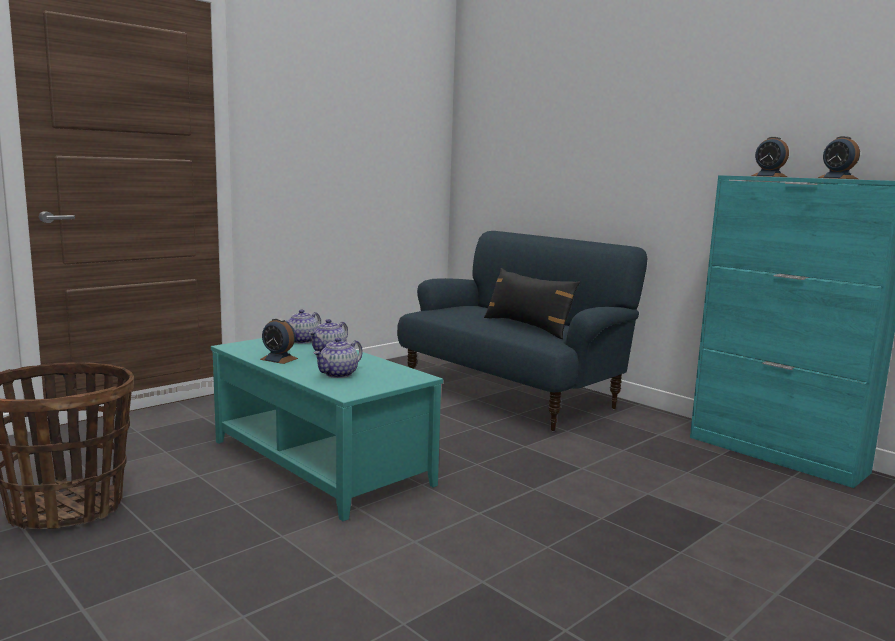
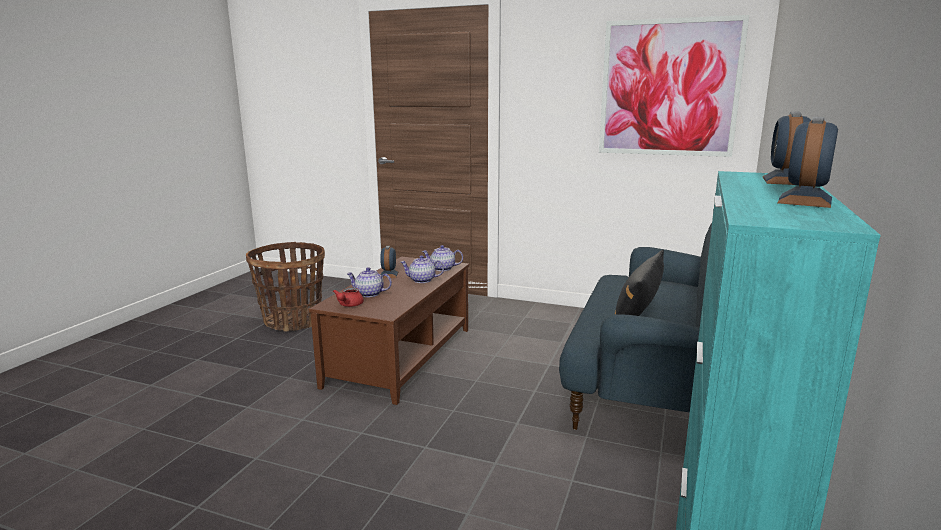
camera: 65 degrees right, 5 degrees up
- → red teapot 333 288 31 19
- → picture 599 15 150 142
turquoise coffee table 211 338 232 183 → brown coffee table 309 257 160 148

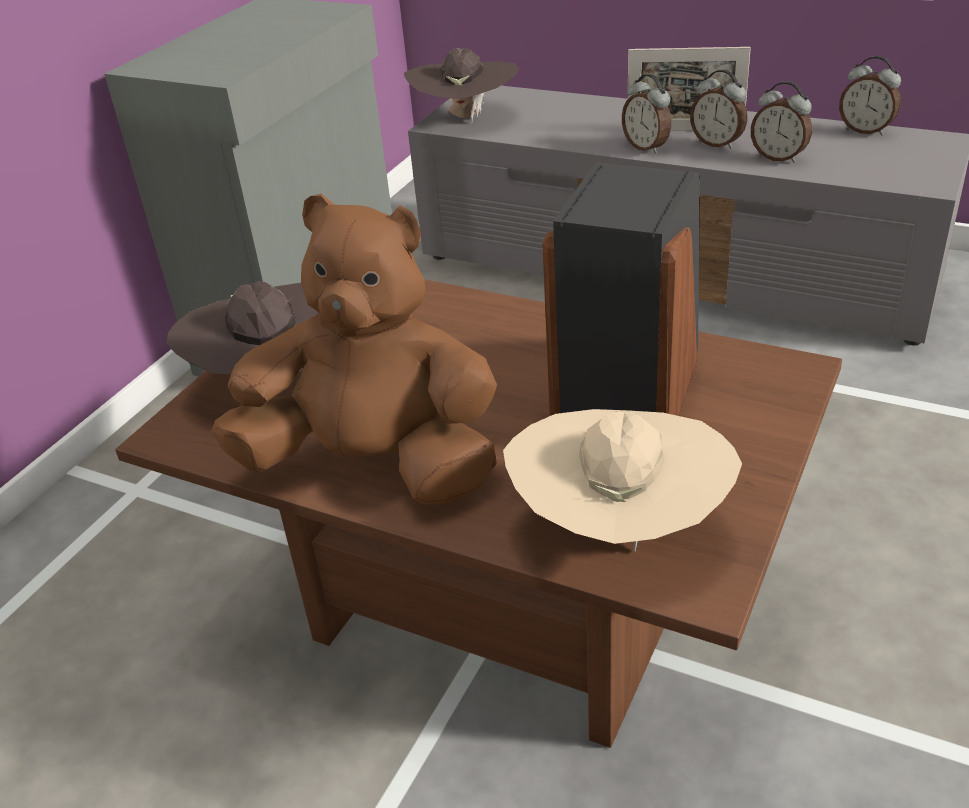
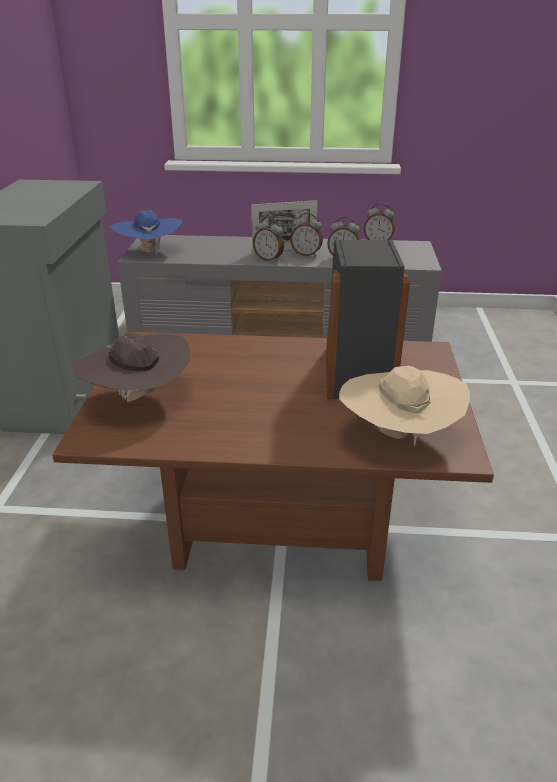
camera: 25 degrees left, 5 degrees down
brown plush toy 211 194 286 311 → -
brown hat 404 48 115 75 → blue hat 111 210 71 45

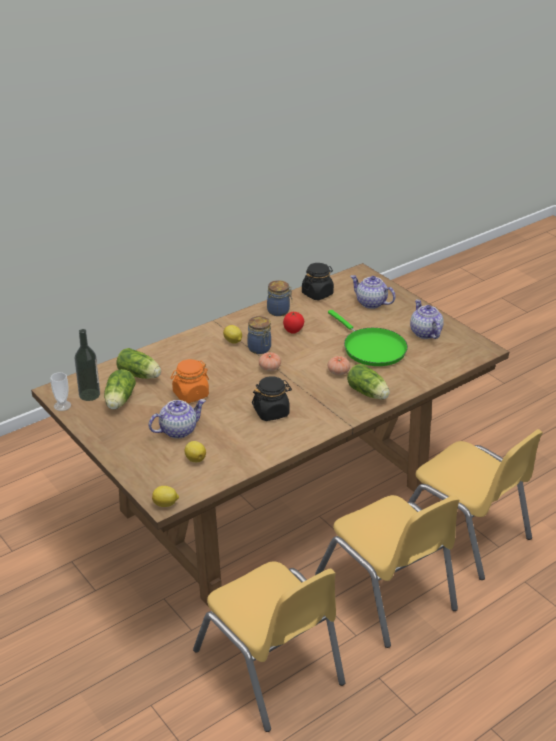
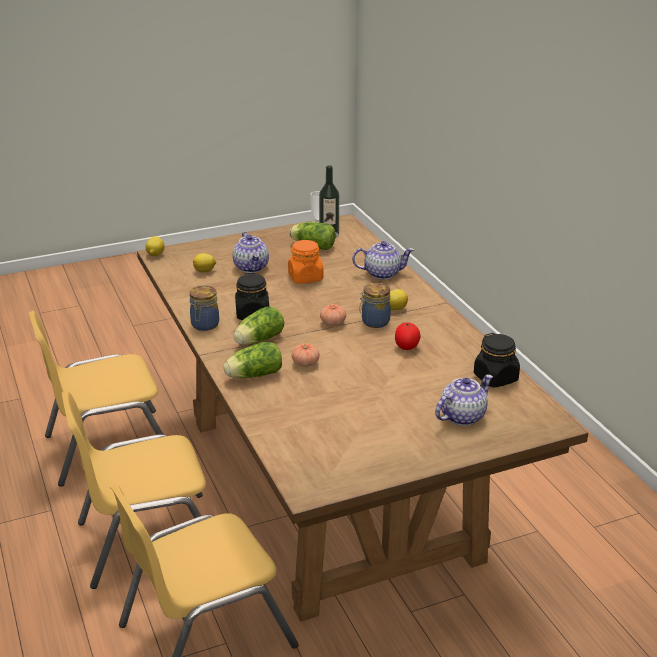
camera: 105 degrees right, 5 degrees down
green frying pan 328 310 80 56 → -
lettuce 116 348 45 31 → lettuce 234 307 50 38, relocated
jar 267 280 25 36 → jar 190 285 29 46, relocated
teapot 410 299 34 40 → teapot 352 241 62 39, relocated

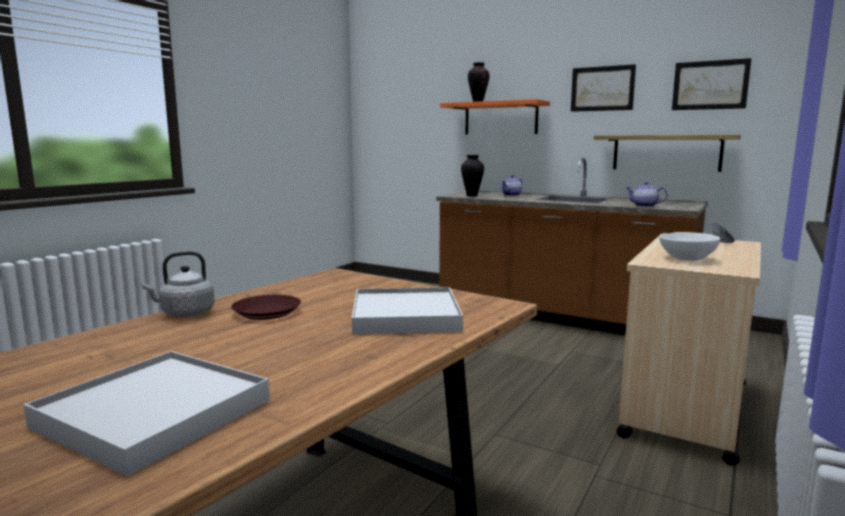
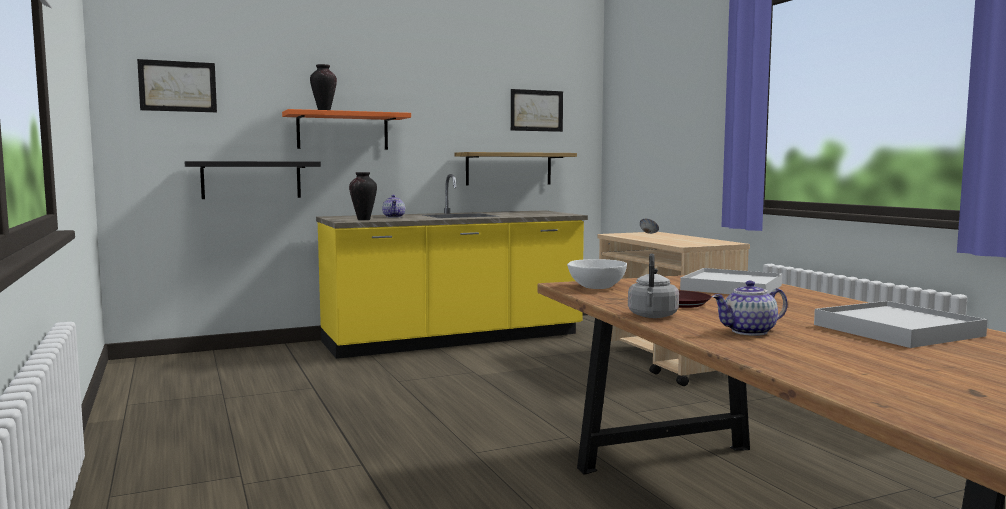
camera: 55 degrees left, 5 degrees down
- → black shelf 185 161 136 38
picture 571 64 65 48 → picture 137 59 80 53, relocated
teapot 627 182 40 25 → teapot 712 281 76 55, relocated
white bowl 659 232 61 29 → white bowl 567 259 60 30, relocated
brown counter 436 158 272 178 → yellow counter 316 174 272 185

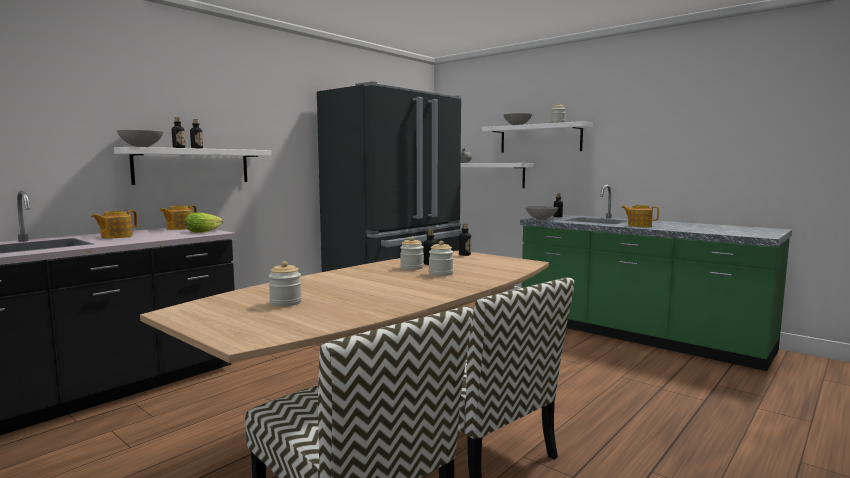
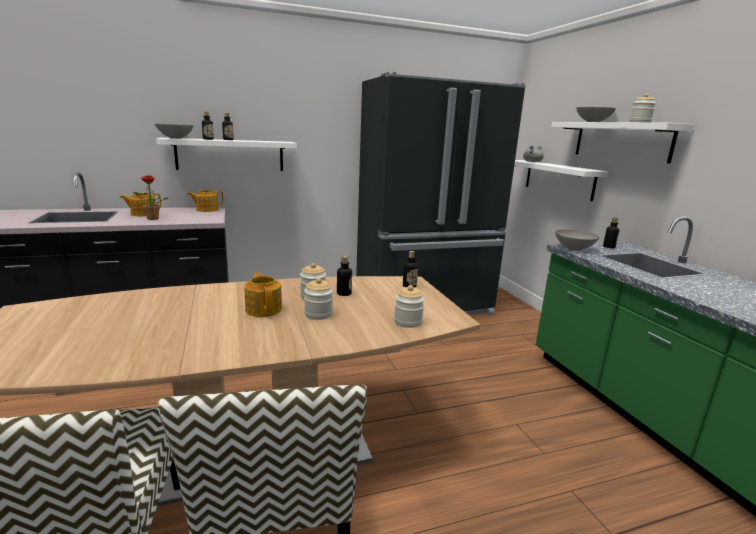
camera: 30 degrees right, 10 degrees up
lettuce 185 212 38 21 → -
- → potted plant 133 175 35 45
jar 268 261 34 46 → jar 394 285 31 43, relocated
teapot 621 205 38 22 → teapot 244 272 38 45, relocated

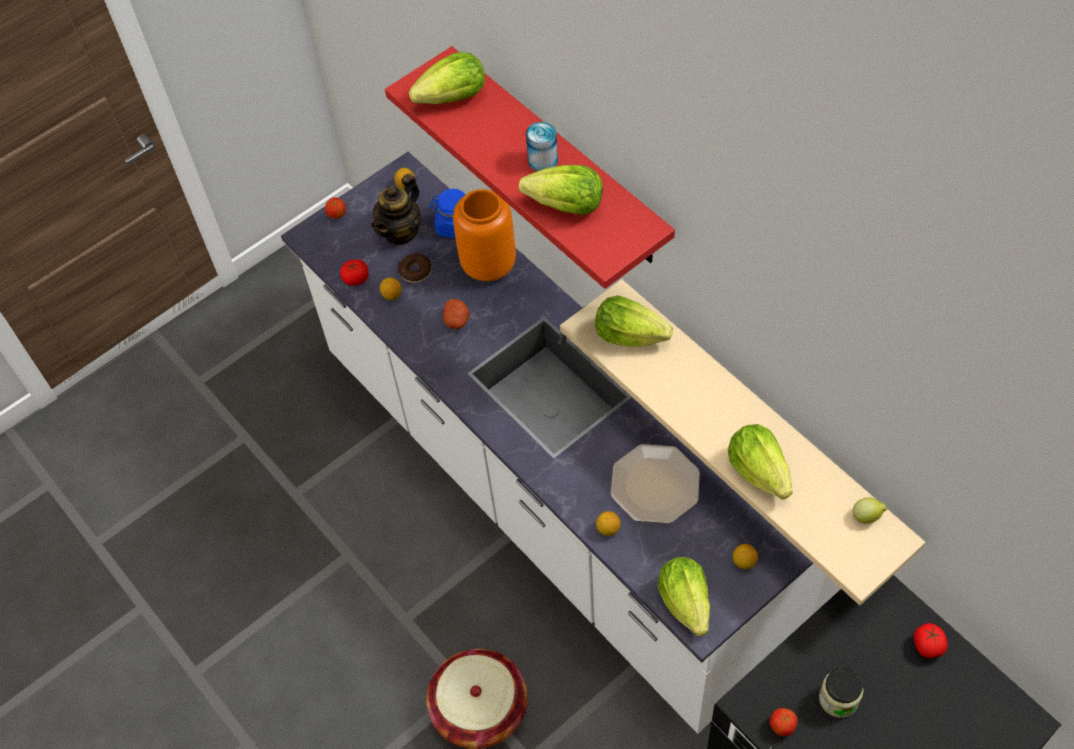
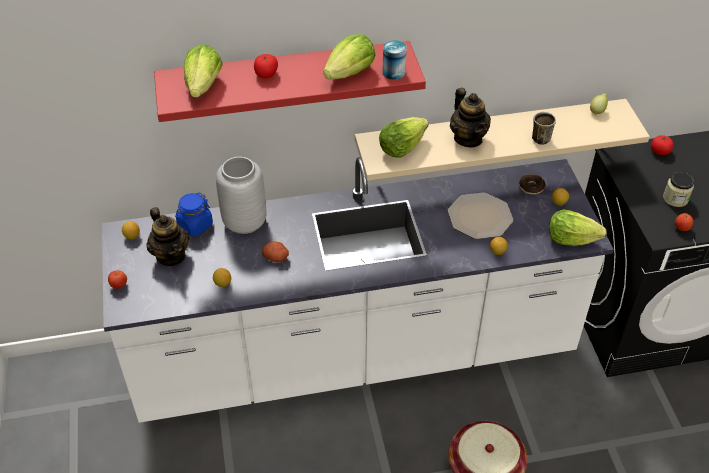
camera: 65 degrees left, 10 degrees down
- → teapot 450 88 41 60
tomato 340 259 29 27 → tomato 254 54 24 25, relocated
donut 398 254 34 29 → donut 519 174 26 21, relocated
can 526 122 32 49 → can 382 40 25 40, relocated
lettuce 728 424 65 75 → mug 532 112 24 33
orange vase 453 189 63 92 → grey vase 216 156 51 78

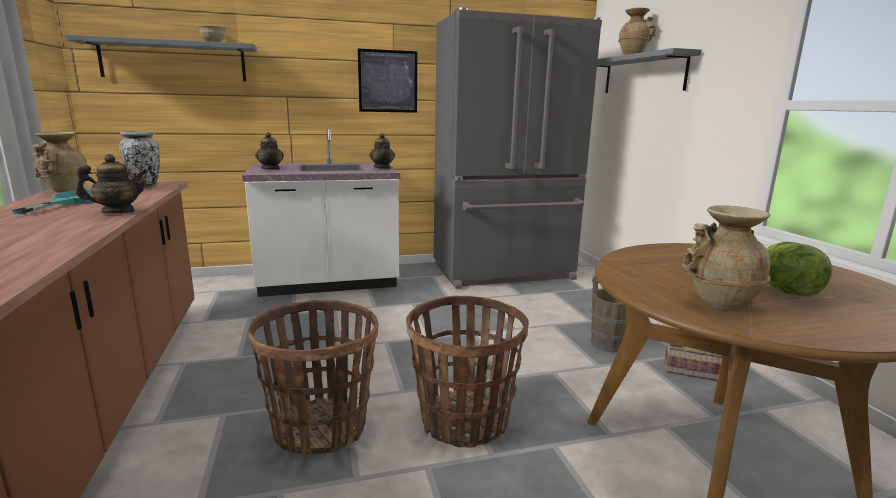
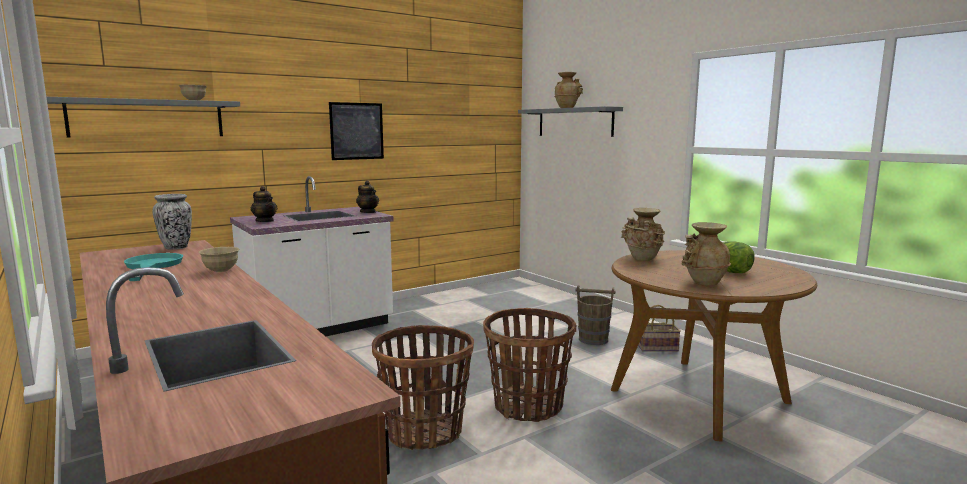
camera: 20 degrees left, 5 degrees down
grey fridge 434 7 168 282 → -
beige vase 32 132 55 61 → beige vase 621 208 44 53, relocated
teapot 76 154 72 60 → beige bowl 199 247 41 25

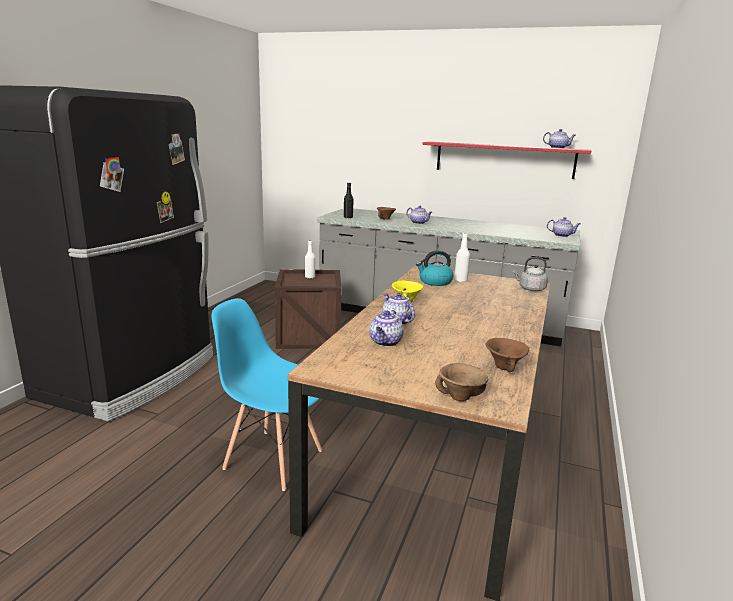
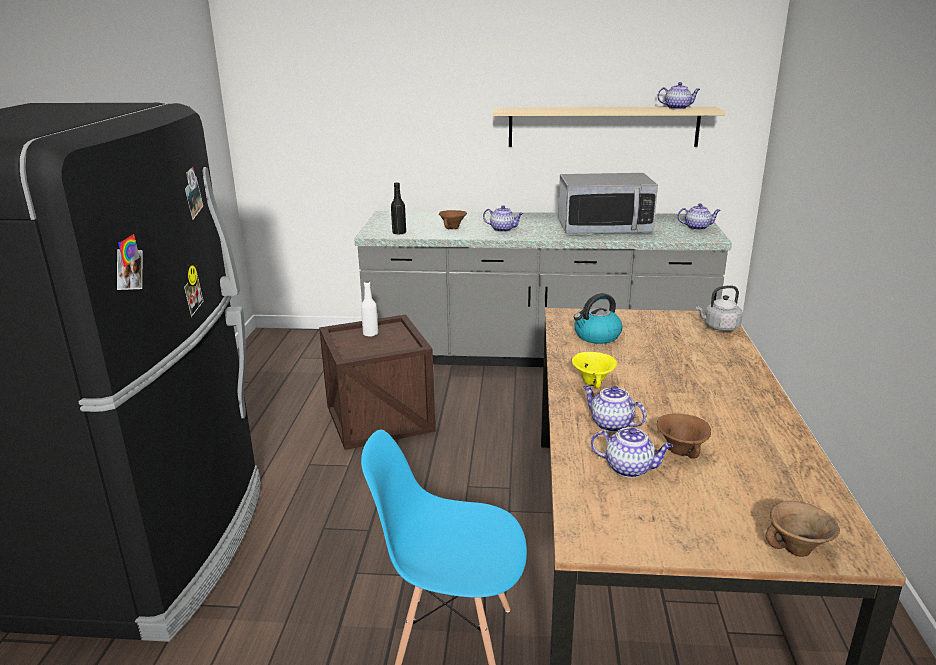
camera: 15 degrees left, 5 degrees up
white bottle 454 233 16 49 → -
- → microwave 558 173 100 61
brown bowl 485 338 44 34 → brown bowl 657 414 54 45, relocated
red shelf 422 142 169 37 → beige shelf 493 107 233 40
teapot 369 310 35 37 → teapot 591 427 82 51, 75 degrees counterclockwise

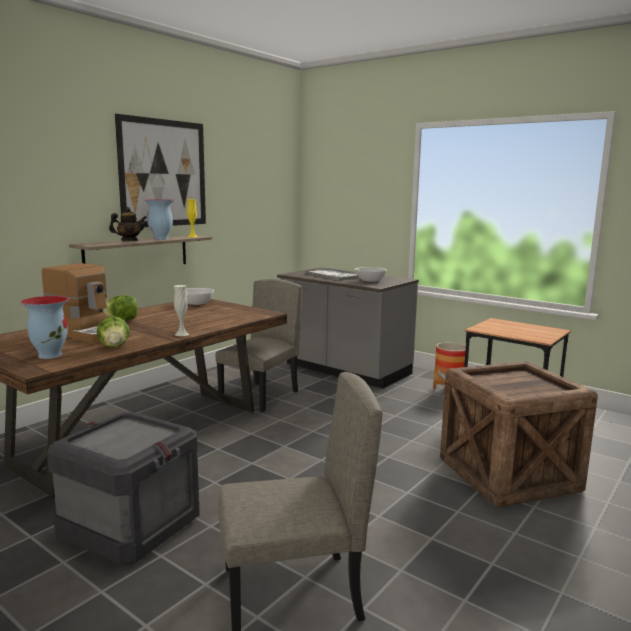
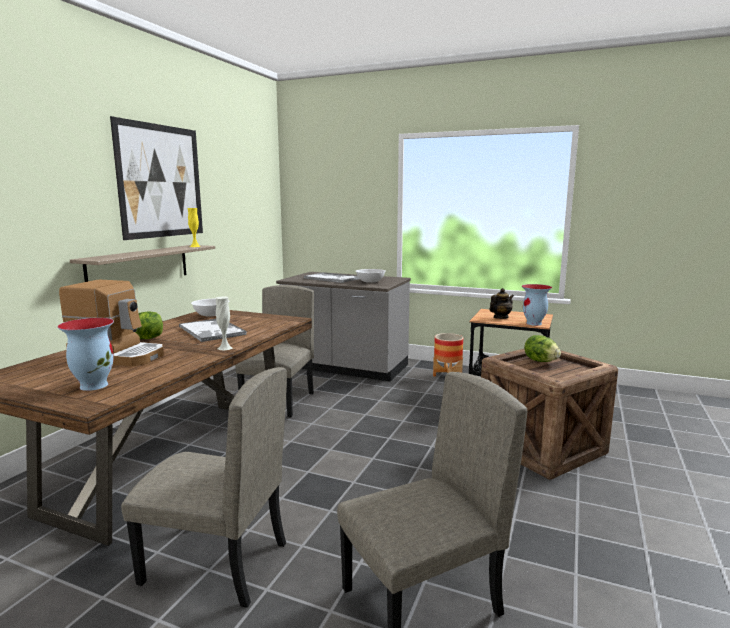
camera: 15 degrees left, 0 degrees up
- → tray 179 319 67 23
lettuce 97 316 33 32 → lettuce 524 335 37 27, relocated
teapot 109 207 38 34 → teapot 490 288 24 31, relocated
vase 144 199 30 41 → vase 522 284 30 42, relocated
crate 47 412 153 154 → beige chair 121 367 166 241

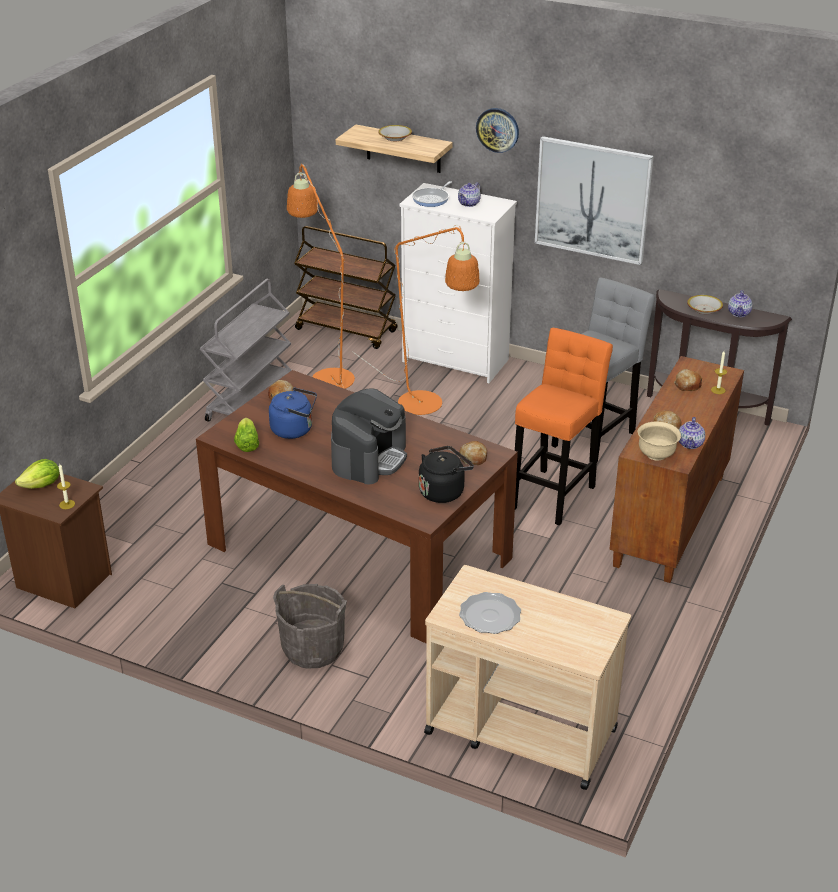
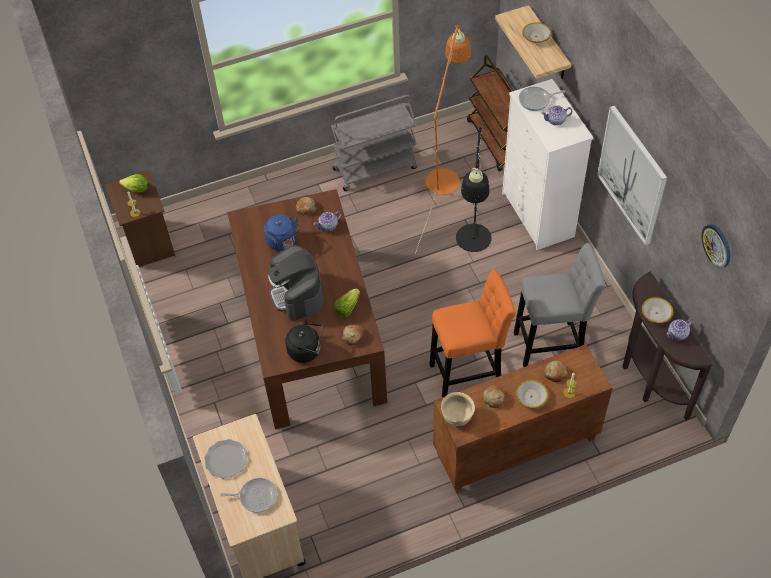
camera: 45 degrees right, 20 degrees up
grey bucket 273 584 74 85 → -
- → frying pan 220 478 57 35
- → bowl 516 380 33 28
lettuce 234 418 25 34 → lettuce 334 289 26 28, relocated
wall clock 476 108 43 45 → wall clock 701 224 29 44, relocated
teapot 679 417 26 32 → teapot 314 211 28 20, relocated
orange floor lamp 352 225 128 190 → black floor lamp 456 126 36 126
coffee machine 331 389 76 96 → coffee machine 268 245 55 76, 90 degrees clockwise

